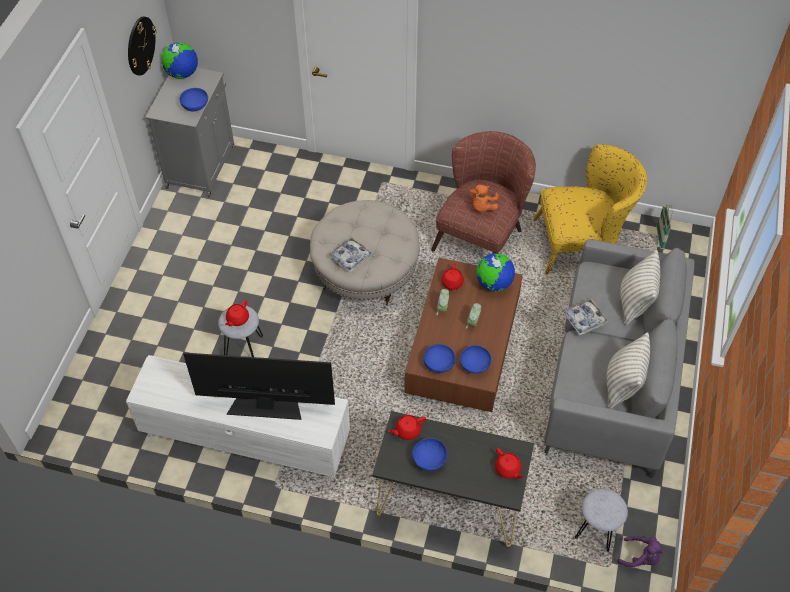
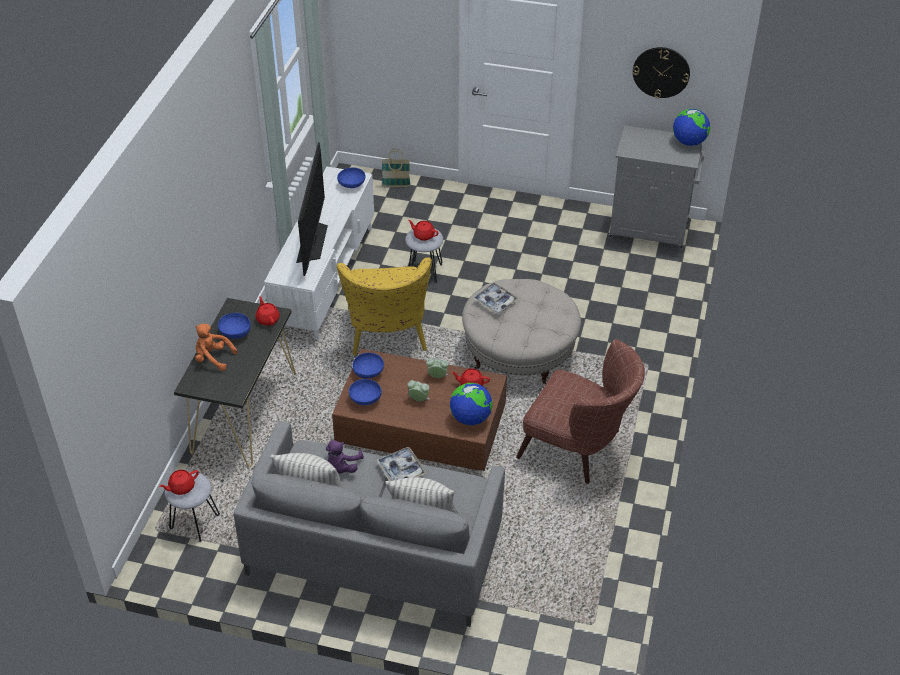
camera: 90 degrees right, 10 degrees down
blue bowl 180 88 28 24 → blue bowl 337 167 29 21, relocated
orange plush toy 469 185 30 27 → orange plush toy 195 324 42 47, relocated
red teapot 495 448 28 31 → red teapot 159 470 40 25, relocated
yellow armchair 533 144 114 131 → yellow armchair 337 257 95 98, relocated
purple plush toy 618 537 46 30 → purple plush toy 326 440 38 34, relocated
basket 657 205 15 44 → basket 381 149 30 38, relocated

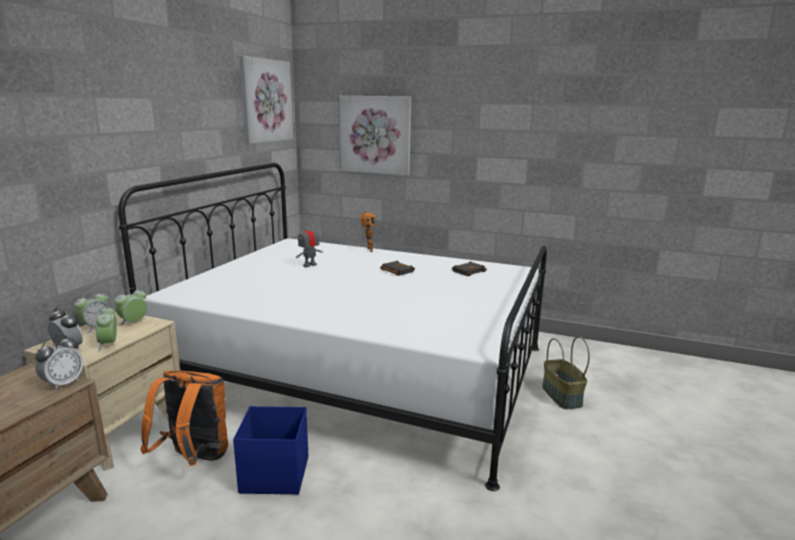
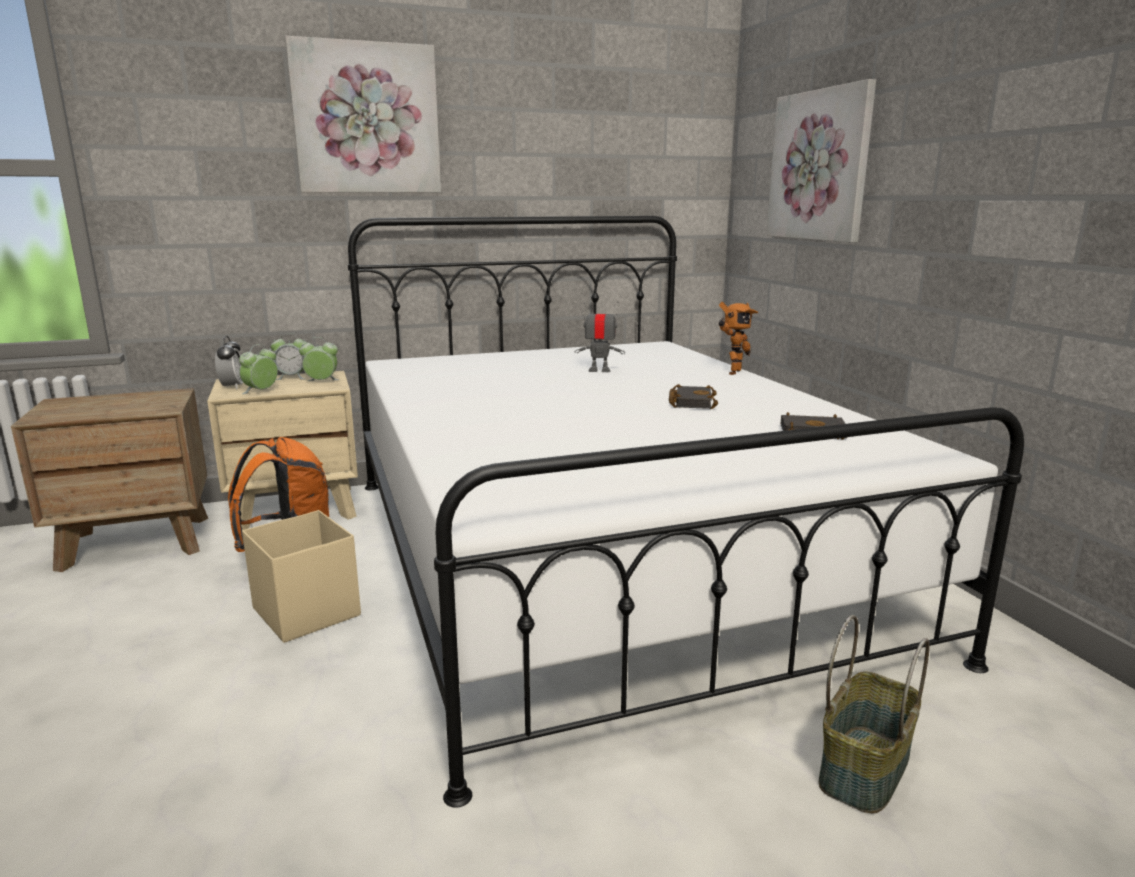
camera: 50 degrees right, 0 degrees up
alarm clock 35 335 48 55 → -
picture 239 56 54 88 → picture 285 36 156 156, relocated
blue storage box 233 406 75 88 → beige storage box 242 510 119 133

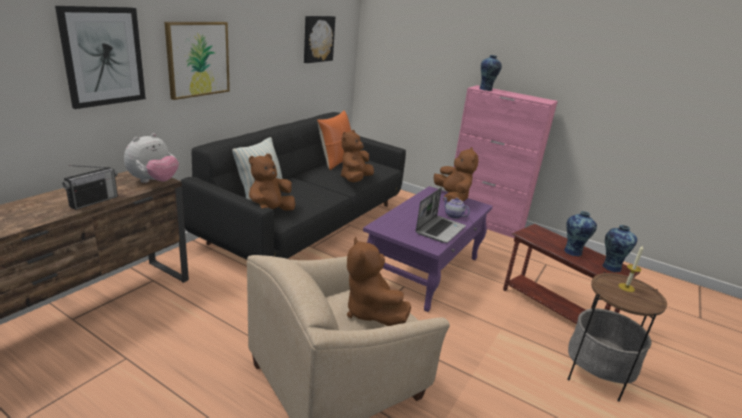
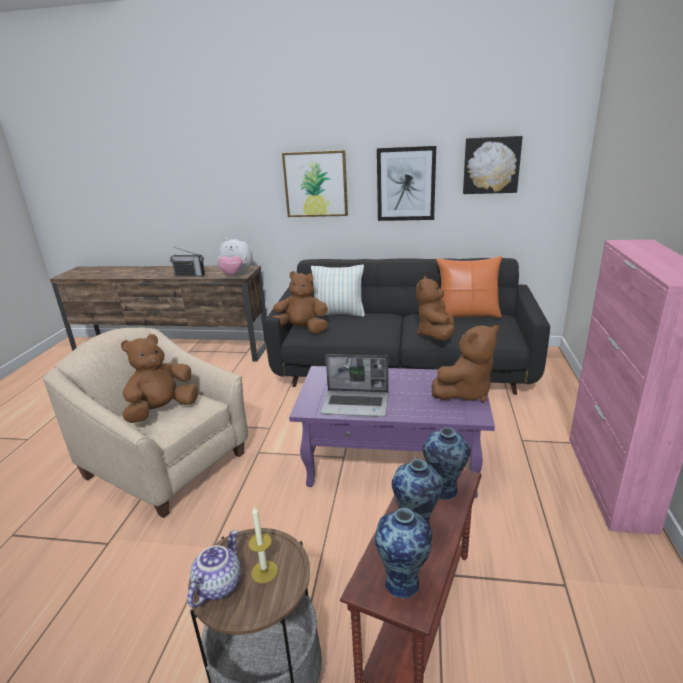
camera: 70 degrees right, 0 degrees up
picture 55 6 91 103 → picture 377 146 59 75, relocated
teapot 443 197 27 22 → teapot 187 530 54 78, relocated
vase 479 55 23 36 → vase 423 427 48 73, relocated
brown plush toy 341 130 33 52 → brown plush toy 416 276 39 64, 75 degrees counterclockwise

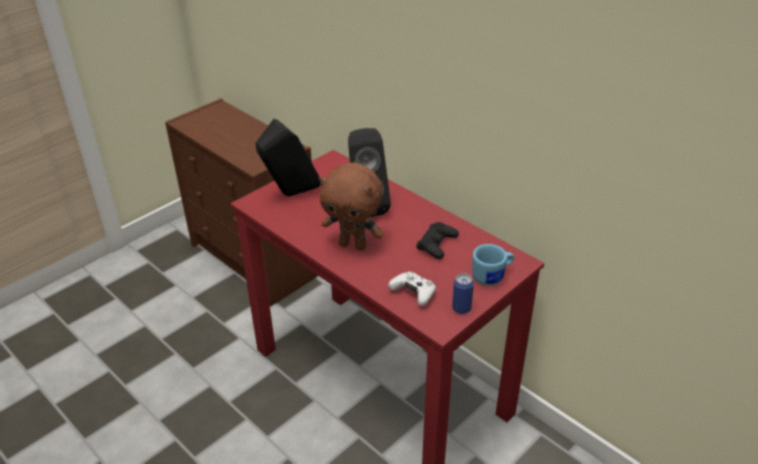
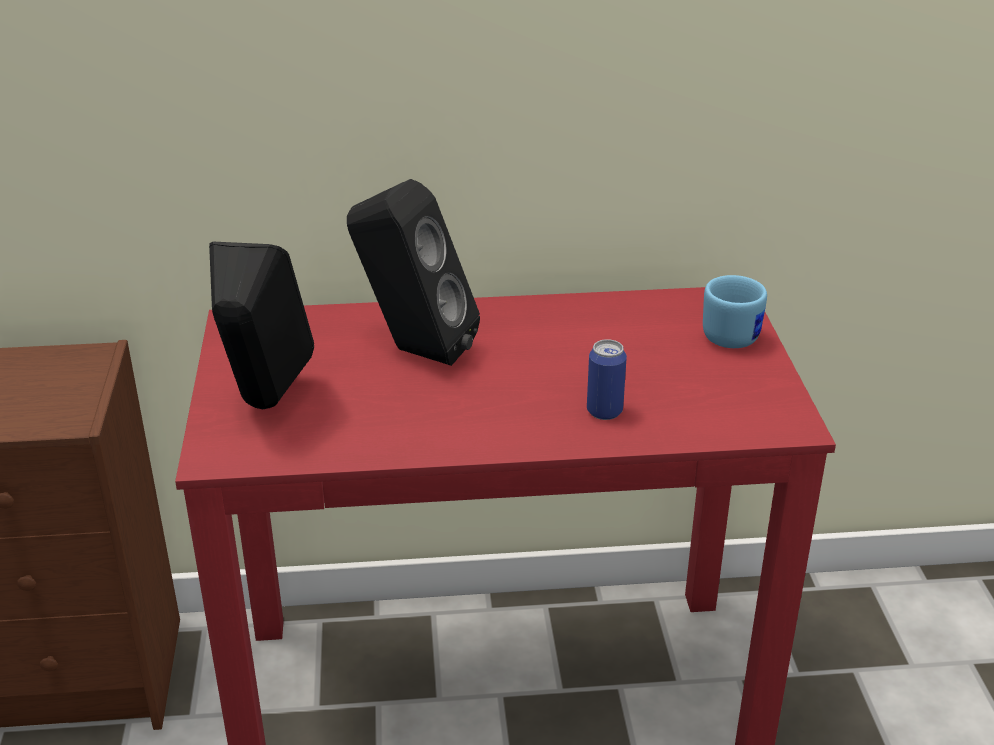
camera: 50 degrees left, 5 degrees down
brown plush toy 319 162 65 89 → -
white game controller 388 272 48 34 → -
black game controller 416 222 43 37 → -
can 452 273 22 41 → can 587 339 40 81, relocated

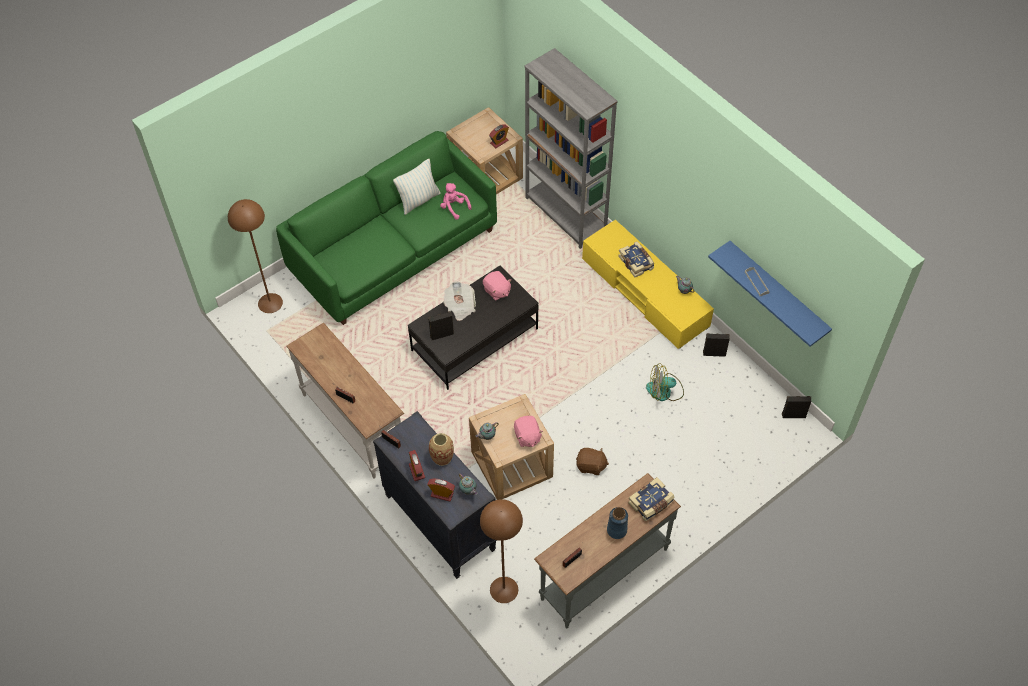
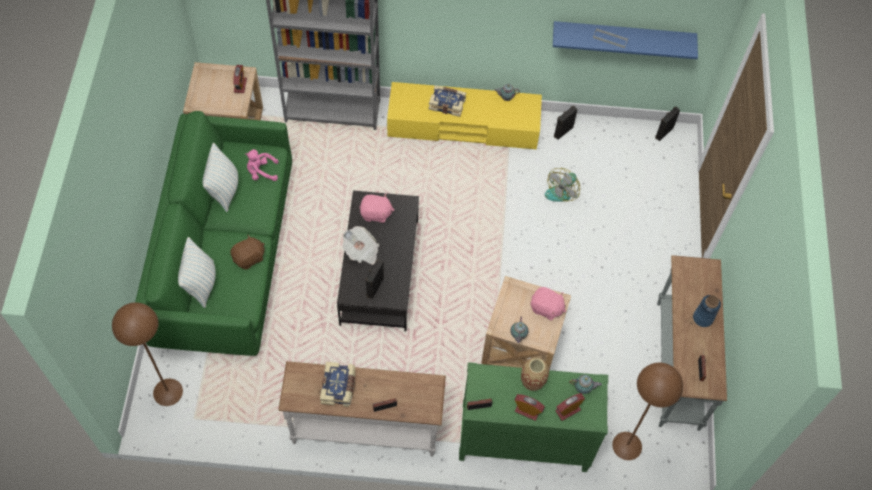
camera: 50 degrees left, 5 degrees up
- → pillow 178 237 38 71
brown plush toy 576 448 33 27 → brown plush toy 230 235 35 35, relocated
book 628 477 47 44 → book 320 362 35 45, relocated
black dresser 373 411 124 168 → green dresser 459 362 149 110

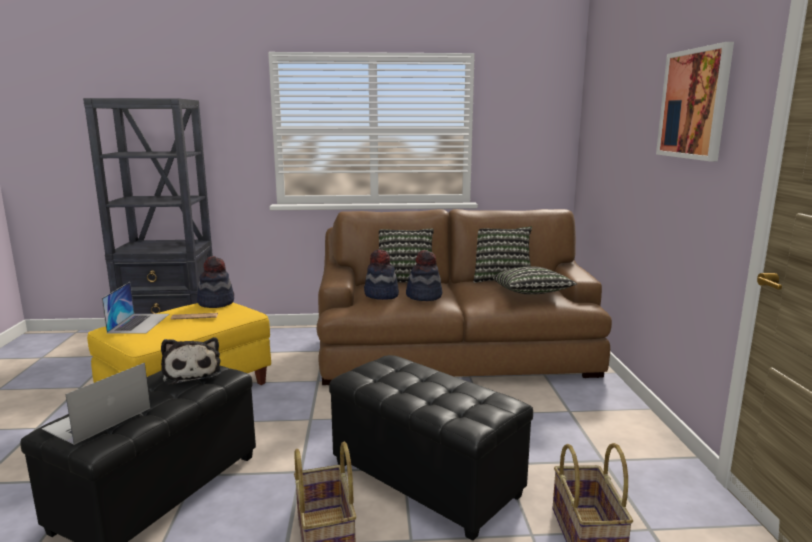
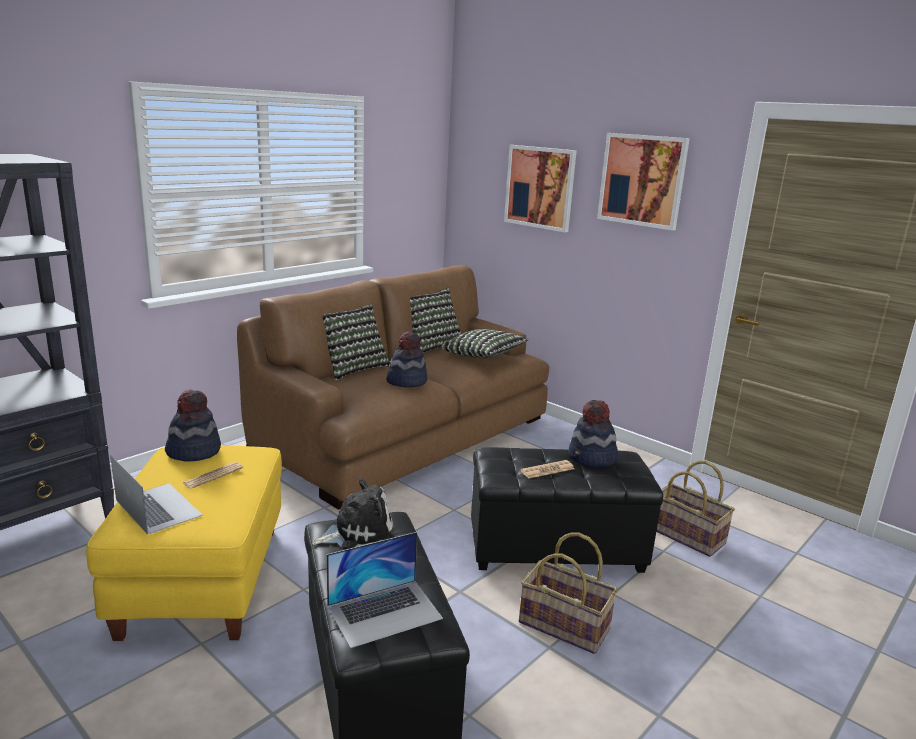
camera: 45 degrees left, 5 degrees up
- → picture 504 145 73 87
- → newspaper 520 460 54 18
hat 364 249 35 51 → hat 568 400 51 67, relocated
laptop 42 363 108 82 → laptop 327 532 116 116, 105 degrees counterclockwise
plush toy 161 337 60 48 → plush toy 312 478 82 72, 45 degrees counterclockwise

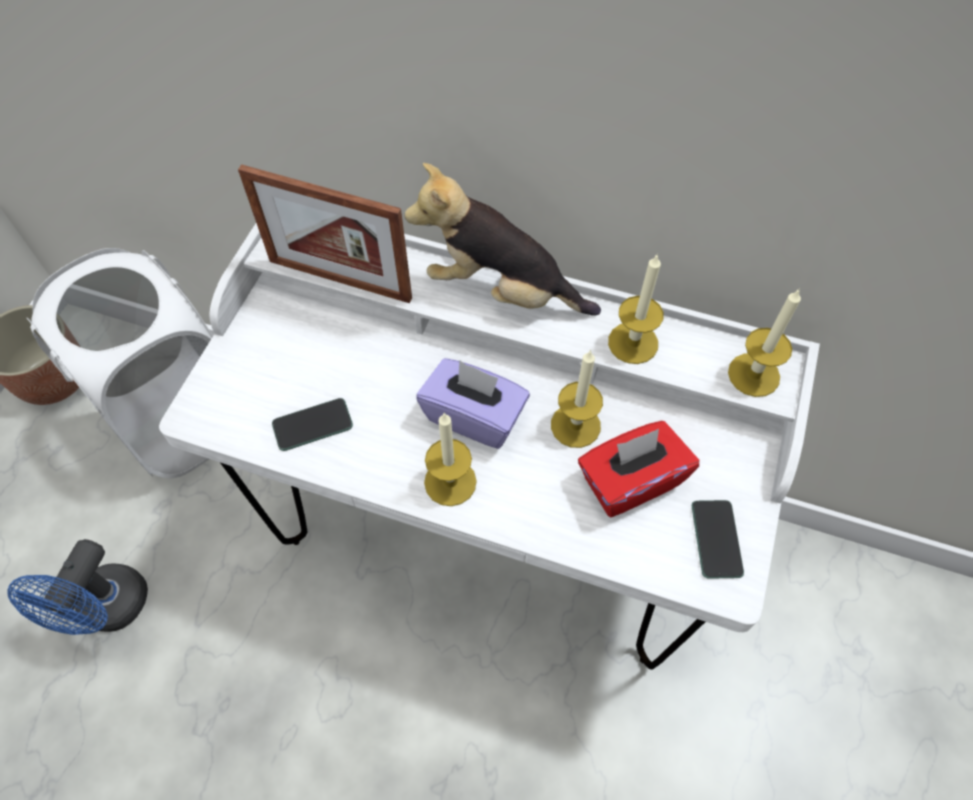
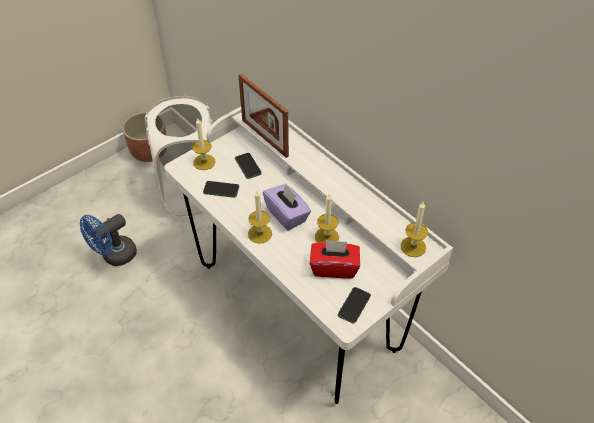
camera: 30 degrees right, 10 degrees down
plush toy 405 163 196 152 → -
- → phone 235 153 27 26
candle 608 253 55 111 → candle 192 118 23 52, relocated

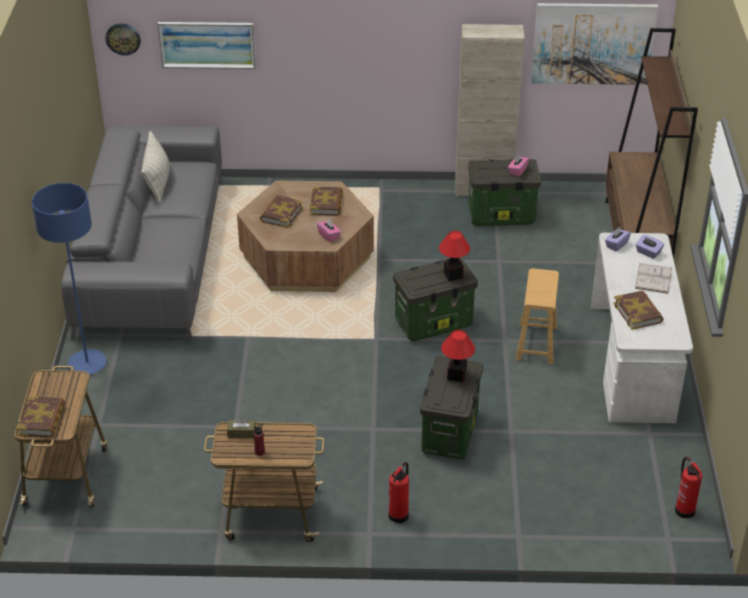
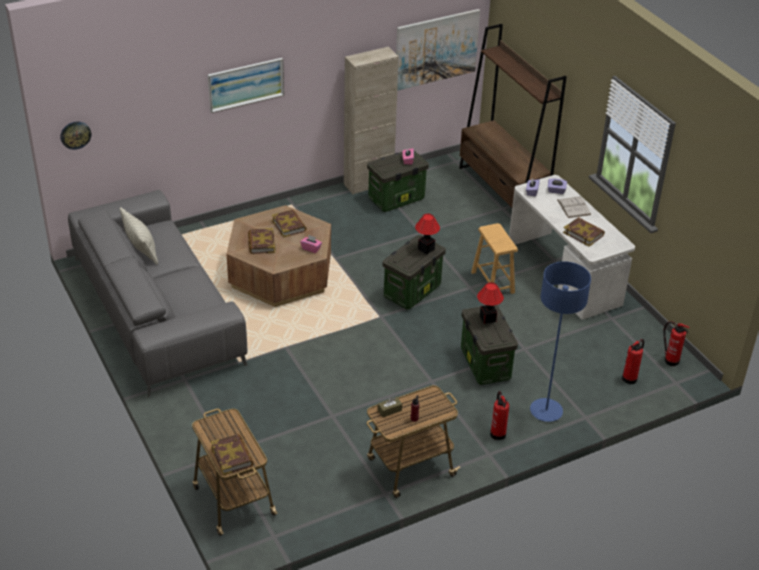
camera: 30 degrees left, 0 degrees up
- → fire extinguisher 622 339 22 45
blue floor lamp 32 183 75 192 → blue floor lamp 530 261 61 161, relocated
picture 158 22 97 47 → picture 208 58 76 55, relocated

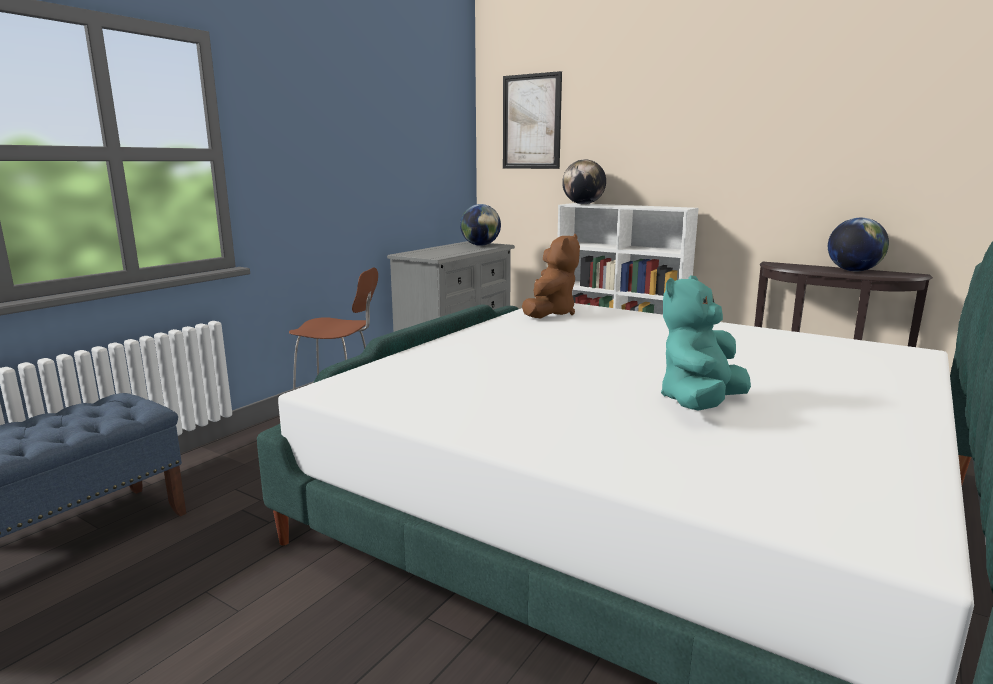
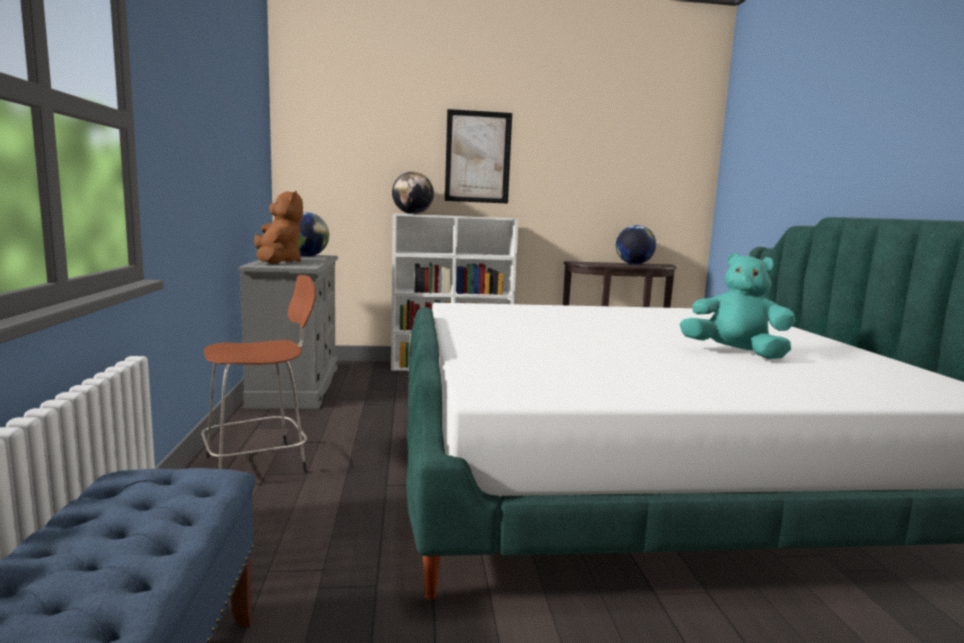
camera: 40 degrees left, 5 degrees down
picture 503 71 59 98 → picture 445 109 67 95, relocated
brown plush toy 522 234 58 84 → brown plush toy 254 191 49 73, relocated
turquoise plush toy 661 275 90 136 → turquoise plush toy 679 253 116 106, 120 degrees clockwise

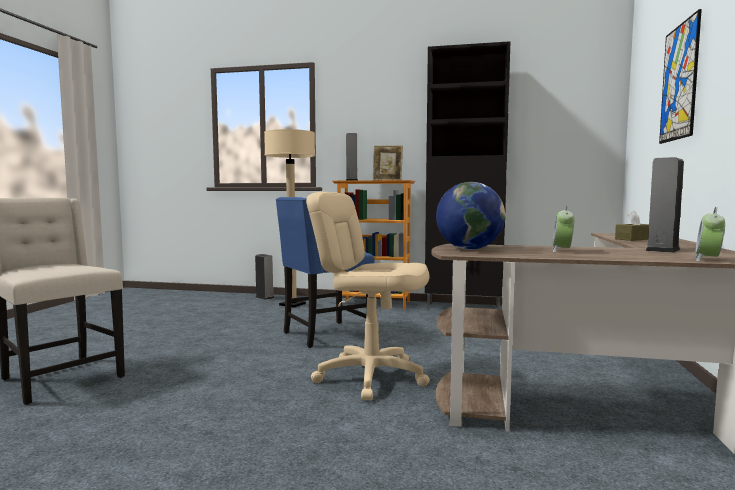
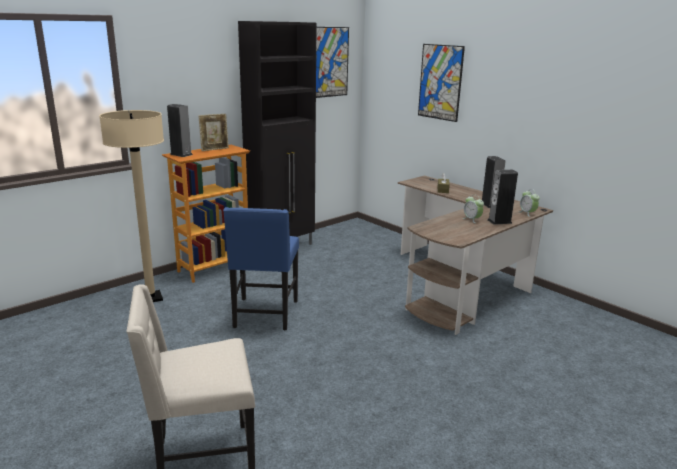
camera: 55 degrees left, 15 degrees up
beige office chair 306 192 124 208 → -
globe 436 182 69 68 → -
- → picture 316 27 33 71
speaker 255 254 19 46 → speaker 488 170 30 55, relocated

